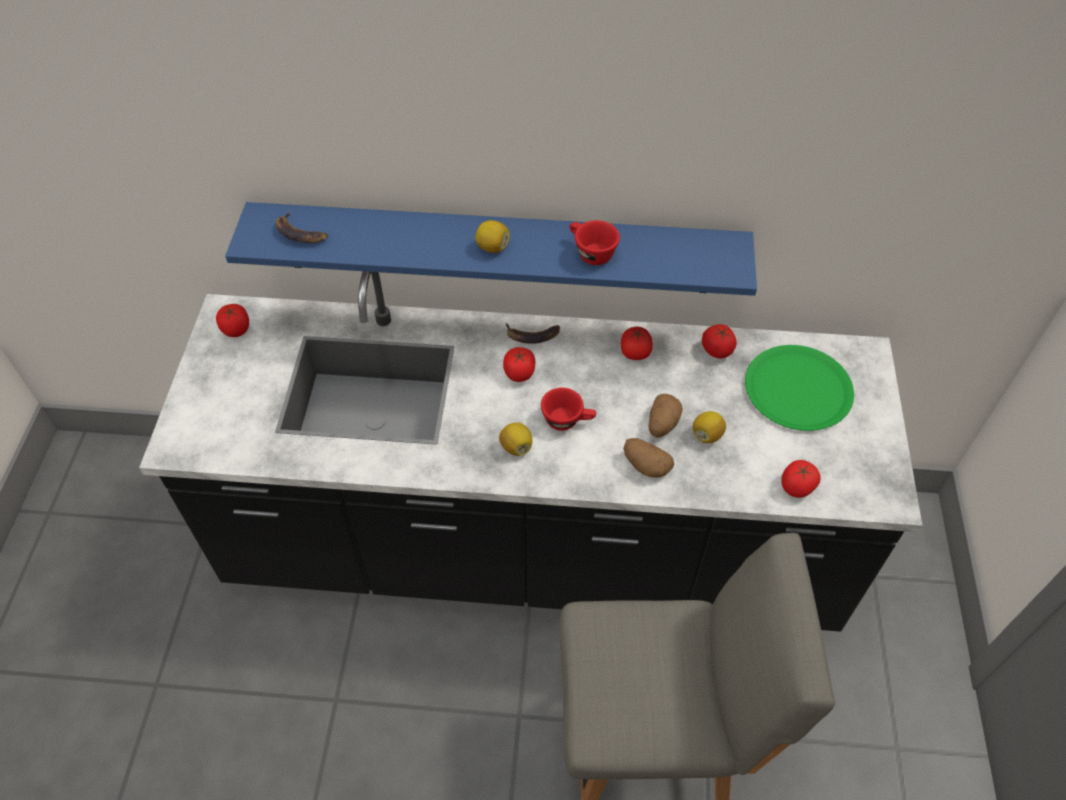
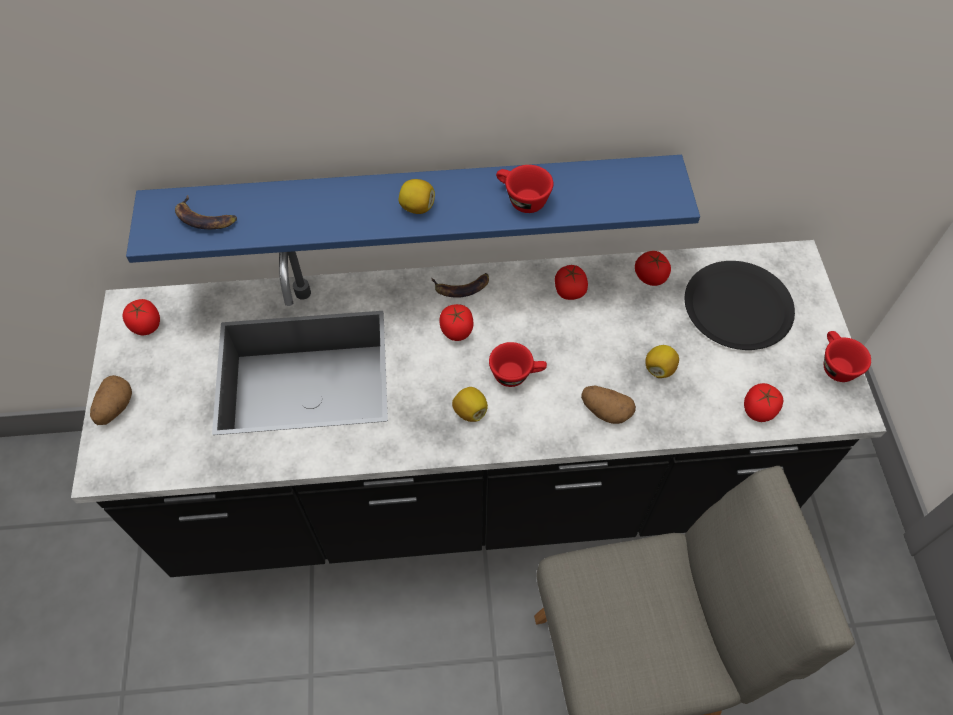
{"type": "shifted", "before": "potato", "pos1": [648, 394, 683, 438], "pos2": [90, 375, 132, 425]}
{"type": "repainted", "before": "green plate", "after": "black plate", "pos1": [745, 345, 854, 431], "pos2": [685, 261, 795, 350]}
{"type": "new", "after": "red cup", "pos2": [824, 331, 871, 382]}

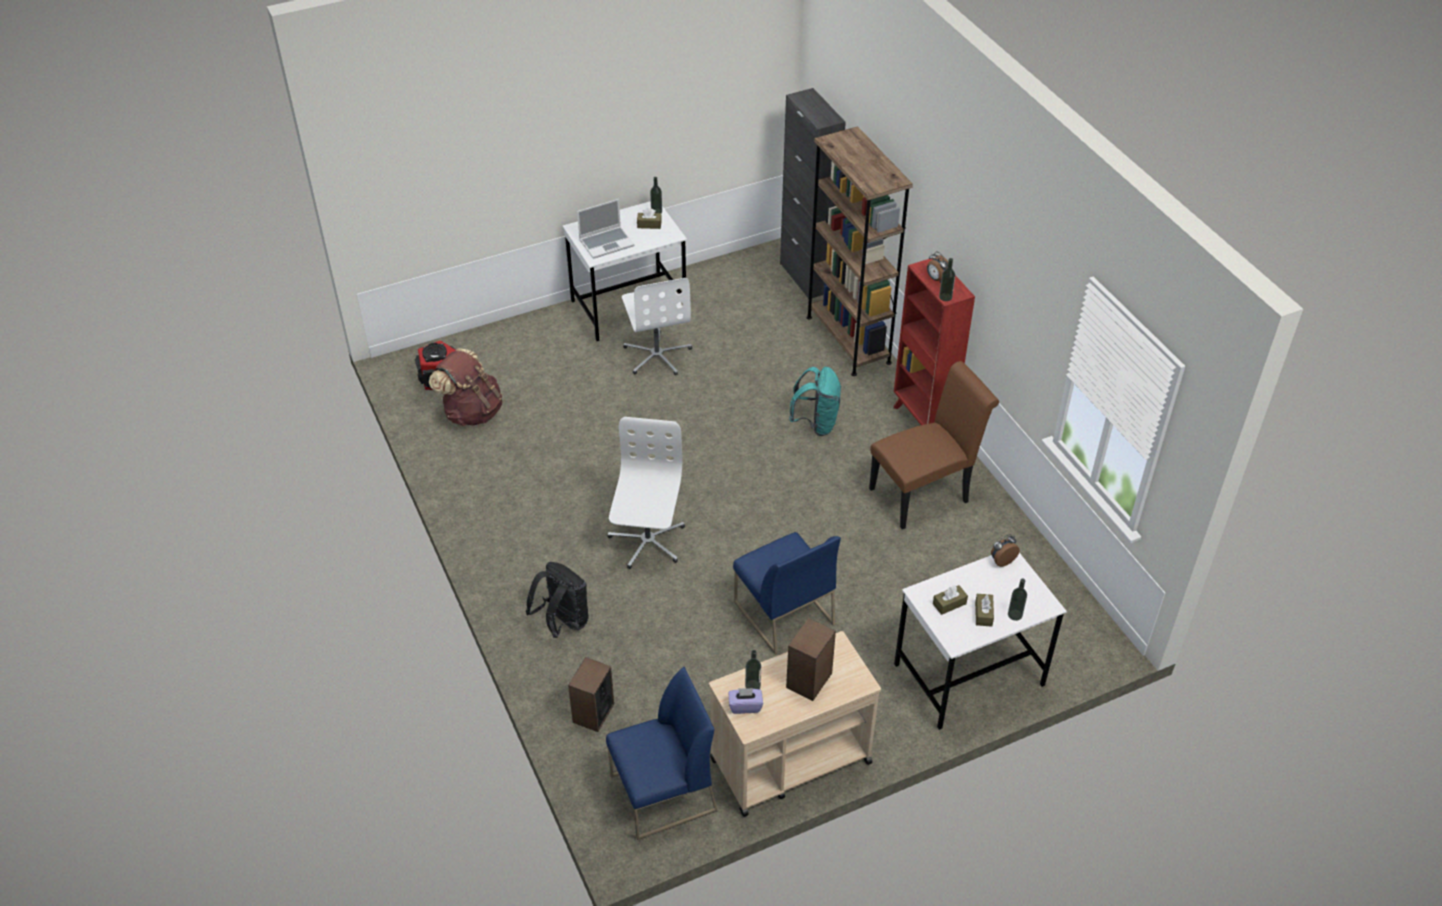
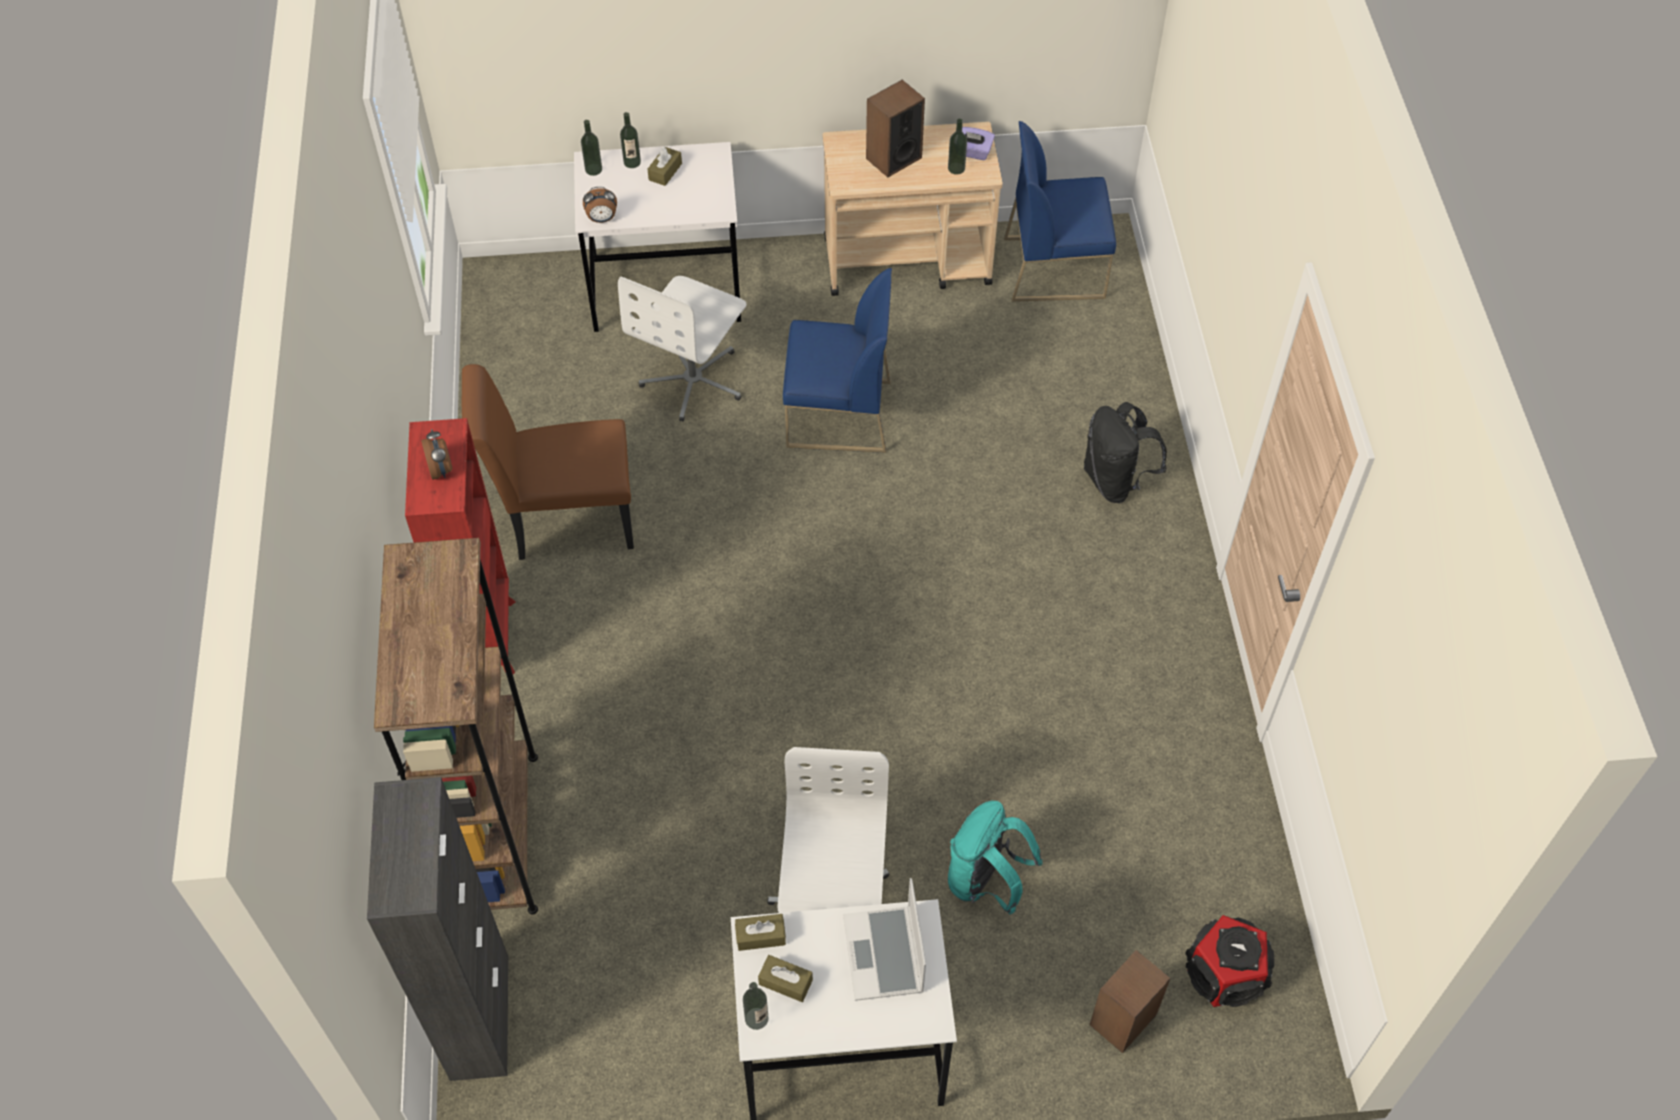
{"type": "shifted", "before": "bottle", "pos1": [939, 258, 955, 301], "pos2": [581, 120, 602, 176]}
{"type": "shifted", "before": "white office chair", "pos1": [608, 417, 685, 569], "pos2": [618, 276, 747, 422]}
{"type": "shifted", "before": "brown tissue box", "pos1": [933, 585, 968, 615], "pos2": [735, 914, 786, 951]}
{"type": "rotated", "before": "blue chair", "pos1": [733, 532, 841, 655], "pos2": [783, 268, 892, 453], "turn": 105}
{"type": "rotated", "before": "laptop", "pos1": [577, 199, 634, 259], "pos2": [843, 878, 926, 1001], "turn": -90}
{"type": "shifted", "before": "turquoise backpack", "pos1": [789, 367, 841, 436], "pos2": [948, 801, 1042, 915]}
{"type": "shifted", "before": "speaker", "pos1": [568, 657, 614, 732], "pos2": [1090, 950, 1171, 1053]}
{"type": "gone", "before": "brown backpack", "pos1": [429, 348, 502, 426]}

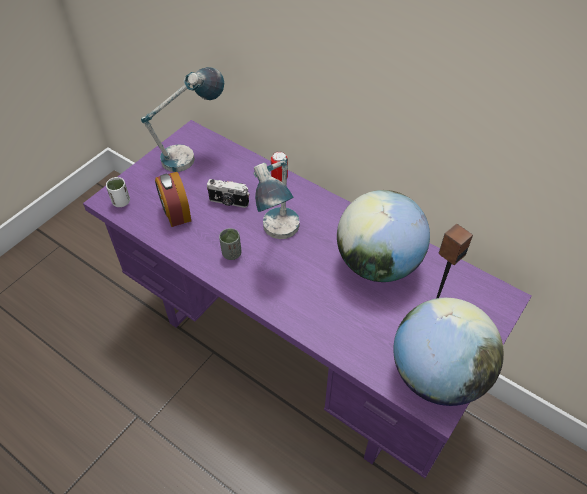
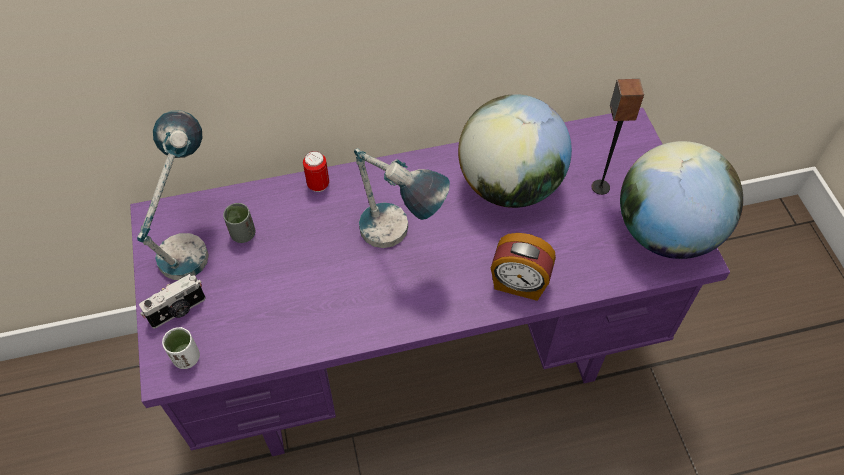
{"type": "shifted", "before": "photo camera", "pos1": [207, 179, 249, 208], "pos2": [139, 274, 206, 328]}
{"type": "shifted", "before": "grey cup", "pos1": [219, 228, 241, 260], "pos2": [223, 203, 255, 243]}
{"type": "shifted", "before": "alarm clock", "pos1": [155, 172, 191, 227], "pos2": [491, 233, 556, 301]}

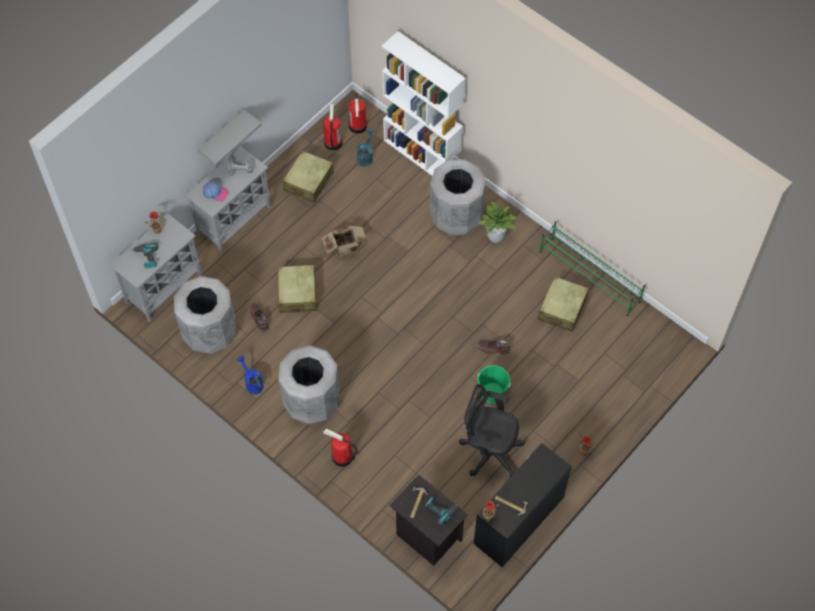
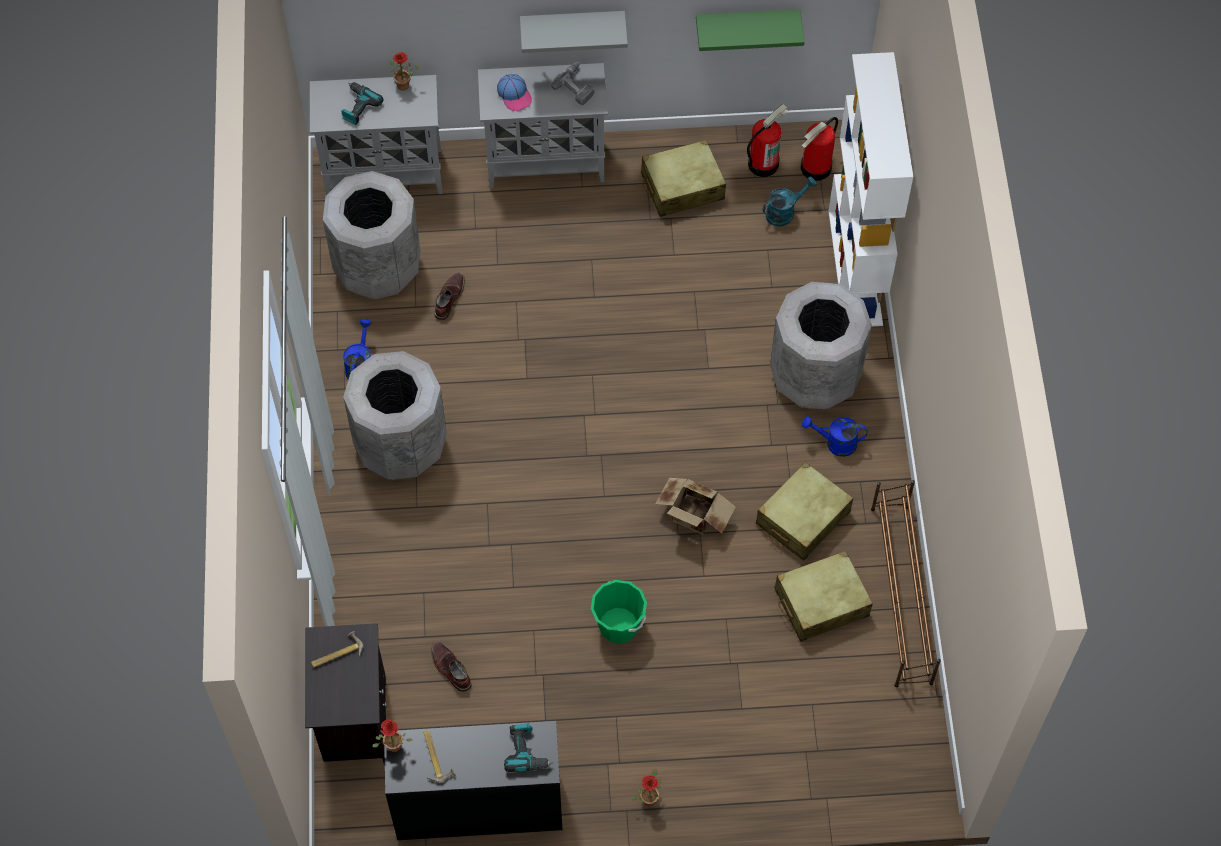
{"type": "shifted", "before": "brown boot", "pos1": [476, 339, 511, 354], "pos2": [431, 641, 471, 692]}
{"type": "shifted", "before": "power drill", "pos1": [425, 497, 458, 526], "pos2": [504, 724, 553, 772]}
{"type": "shifted", "before": "cardboard box", "pos1": [322, 226, 368, 257], "pos2": [655, 478, 736, 534]}
{"type": "new", "after": "green shelf", "pos2": [696, 9, 805, 51]}
{"type": "shifted", "before": "beige suitcase", "pos1": [277, 265, 317, 313], "pos2": [756, 462, 853, 560]}
{"type": "swapped", "before": "potted plant", "after": "blue watering can", "pos1": [479, 202, 516, 243], "pos2": [802, 416, 868, 457]}
{"type": "repainted", "before": "green shoe rack", "after": "brown shoe rack", "pos1": [539, 221, 645, 316], "pos2": [871, 480, 941, 687]}
{"type": "gone", "before": "fire extinguisher", "pos1": [323, 428, 358, 467]}
{"type": "gone", "before": "black office chair", "pos1": [459, 384, 525, 477]}

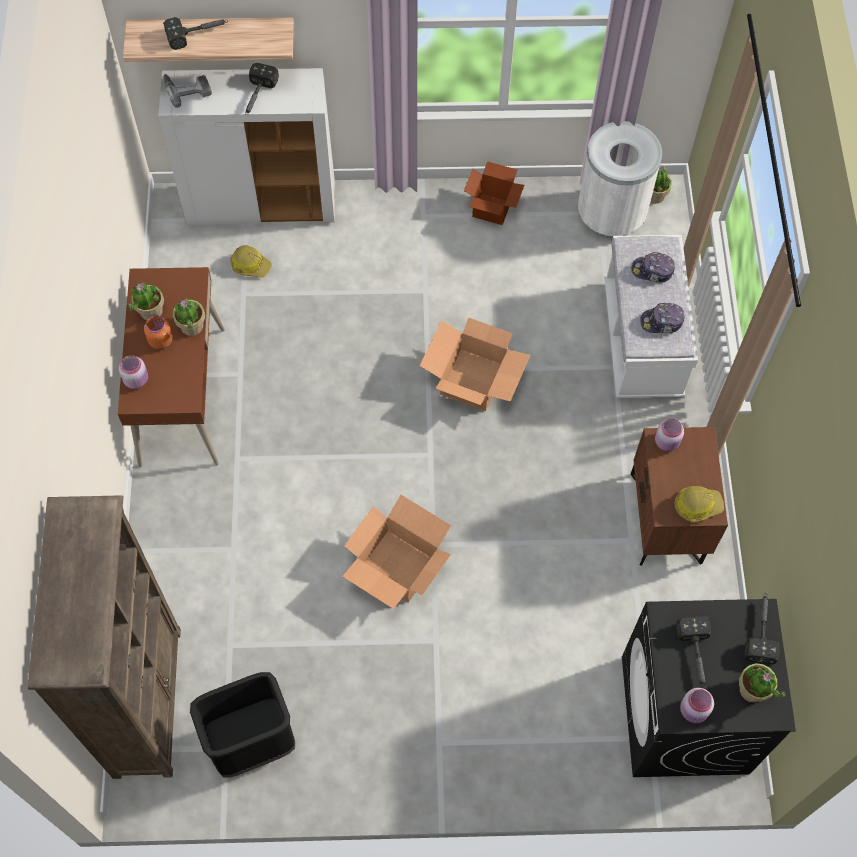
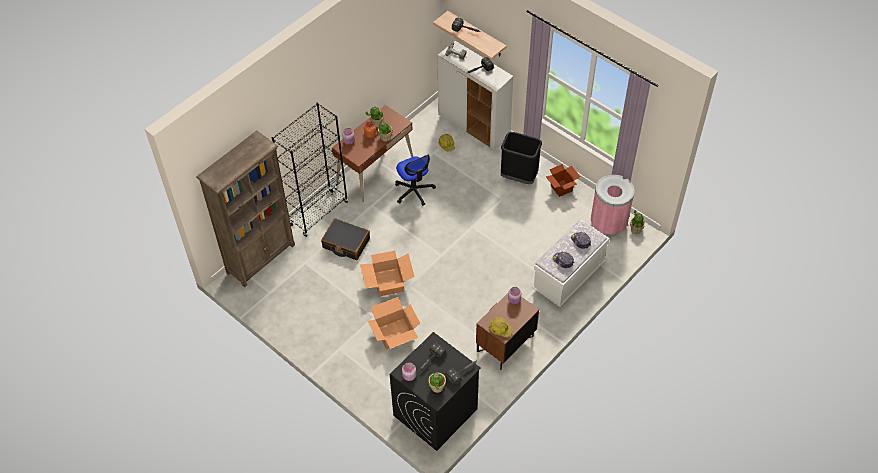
{"type": "new", "after": "black bookcase", "pos2": [272, 103, 348, 237]}
{"type": "new", "after": "black suitcase", "pos2": [321, 218, 370, 260]}
{"type": "shifted", "before": "cardboard box", "pos1": [420, 317, 531, 411], "pos2": [368, 297, 421, 349]}
{"type": "new", "after": "office chair", "pos2": [395, 154, 436, 206]}
{"type": "shifted", "before": "black trash can", "pos1": [190, 672, 295, 778], "pos2": [501, 132, 542, 184]}
{"type": "repainted", "before": "white trash can", "after": "pink trash can", "pos1": [578, 121, 662, 238], "pos2": [591, 174, 635, 236]}

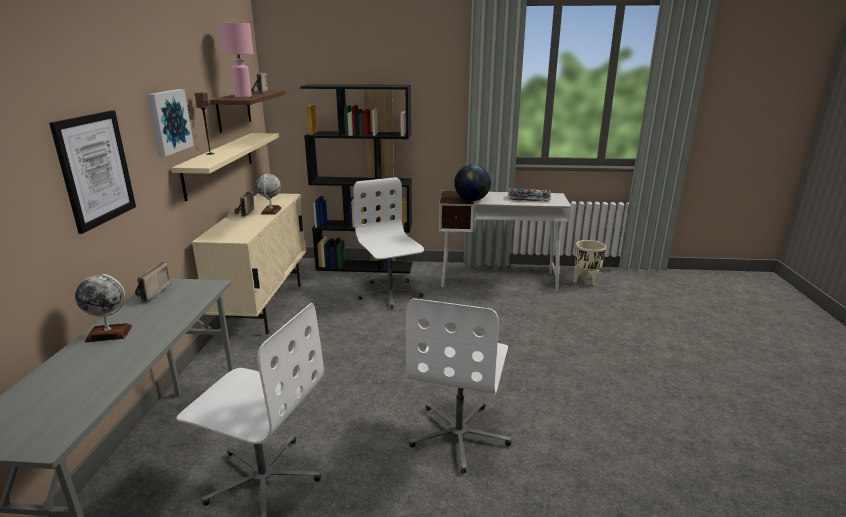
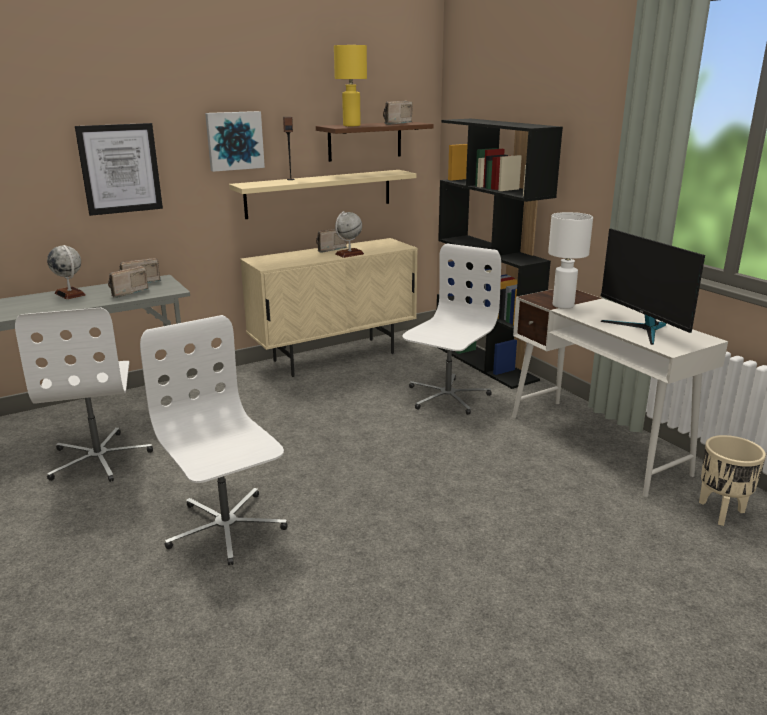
{"type": "new", "after": "radio", "pos2": [108, 266, 149, 298]}
{"type": "rotated", "before": "white office chair", "pos1": [406, 298, 511, 473], "pos2": [140, 315, 288, 565], "turn": 75}
{"type": "repainted", "before": "pink table lamp", "after": "yellow table lamp", "pos1": [218, 23, 254, 98], "pos2": [334, 45, 367, 126]}
{"type": "swapped", "before": "globe", "after": "white table lamp", "pos1": [454, 164, 491, 201], "pos2": [548, 212, 593, 309]}
{"type": "swapped", "before": "keyboard", "after": "monitor", "pos1": [508, 188, 551, 203], "pos2": [601, 228, 705, 345]}

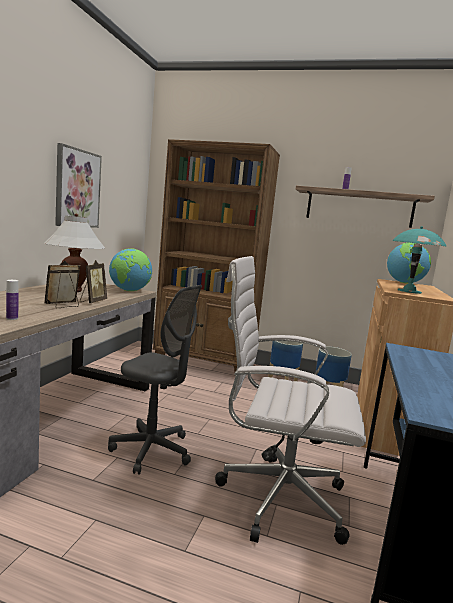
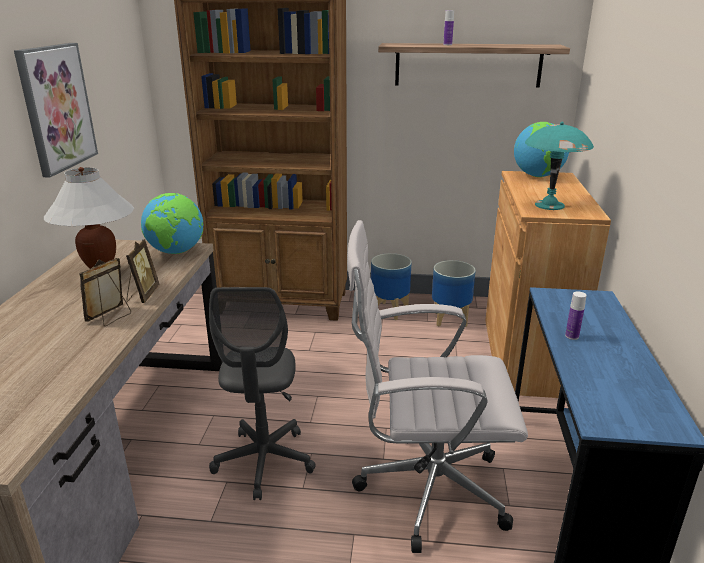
{"type": "rotated", "before": "grey office chair", "pos1": [108, 285, 202, 475], "pos2": [209, 287, 316, 500], "turn": 75}
{"type": "shifted", "before": "bottle", "pos1": [6, 280, 19, 320], "pos2": [565, 291, 587, 340]}

